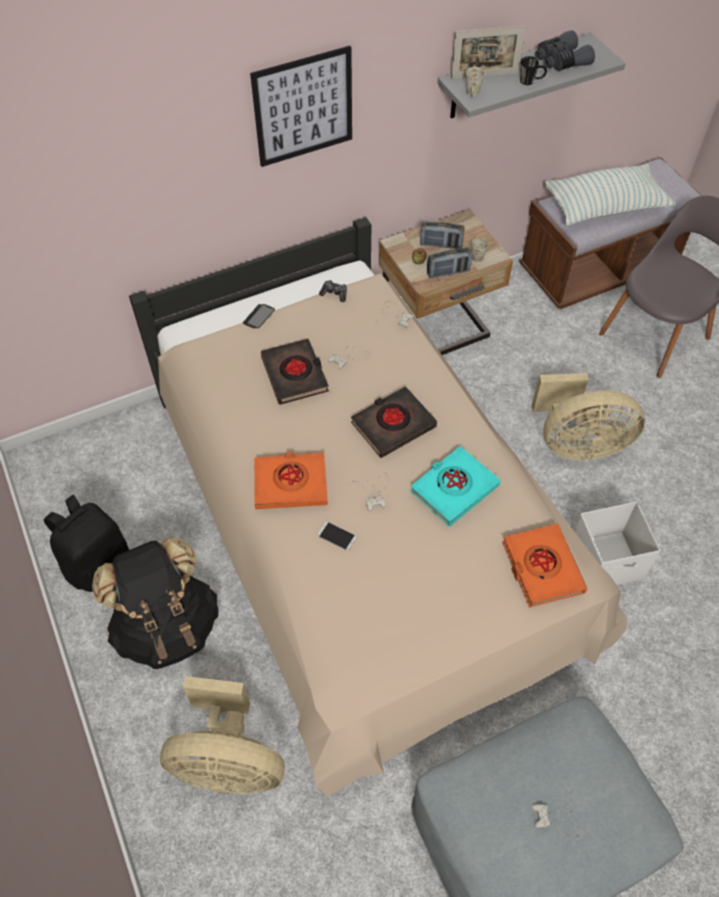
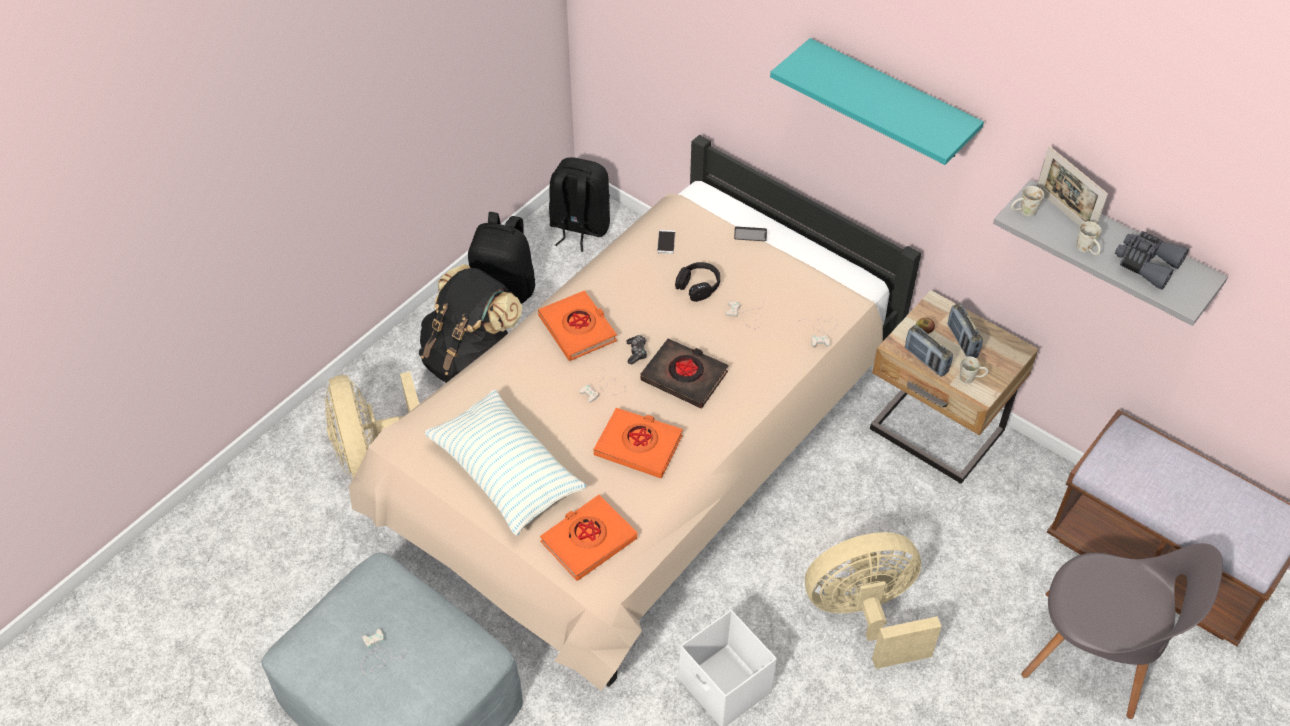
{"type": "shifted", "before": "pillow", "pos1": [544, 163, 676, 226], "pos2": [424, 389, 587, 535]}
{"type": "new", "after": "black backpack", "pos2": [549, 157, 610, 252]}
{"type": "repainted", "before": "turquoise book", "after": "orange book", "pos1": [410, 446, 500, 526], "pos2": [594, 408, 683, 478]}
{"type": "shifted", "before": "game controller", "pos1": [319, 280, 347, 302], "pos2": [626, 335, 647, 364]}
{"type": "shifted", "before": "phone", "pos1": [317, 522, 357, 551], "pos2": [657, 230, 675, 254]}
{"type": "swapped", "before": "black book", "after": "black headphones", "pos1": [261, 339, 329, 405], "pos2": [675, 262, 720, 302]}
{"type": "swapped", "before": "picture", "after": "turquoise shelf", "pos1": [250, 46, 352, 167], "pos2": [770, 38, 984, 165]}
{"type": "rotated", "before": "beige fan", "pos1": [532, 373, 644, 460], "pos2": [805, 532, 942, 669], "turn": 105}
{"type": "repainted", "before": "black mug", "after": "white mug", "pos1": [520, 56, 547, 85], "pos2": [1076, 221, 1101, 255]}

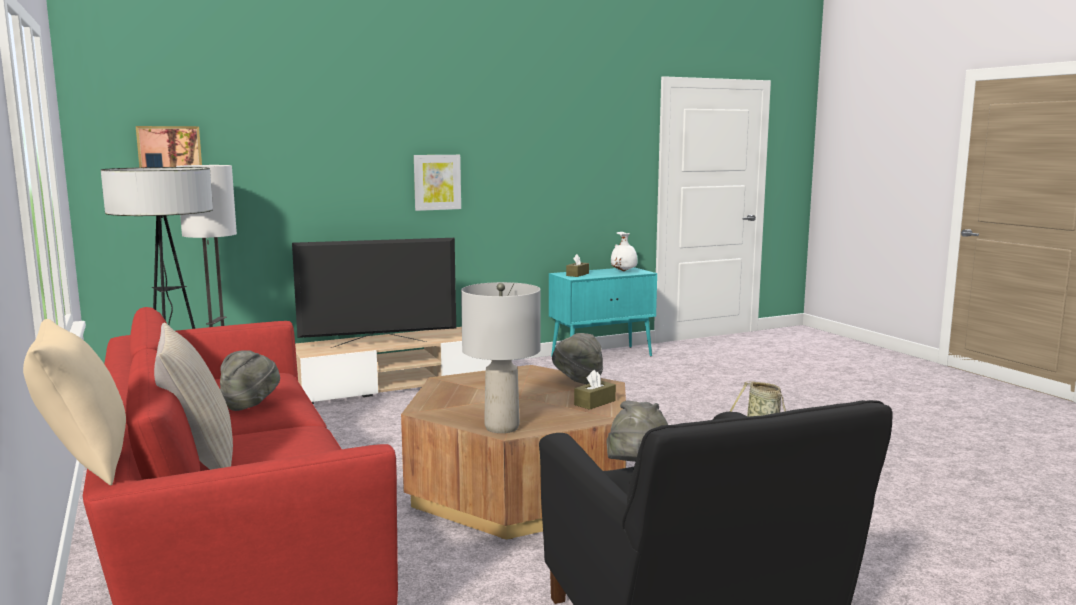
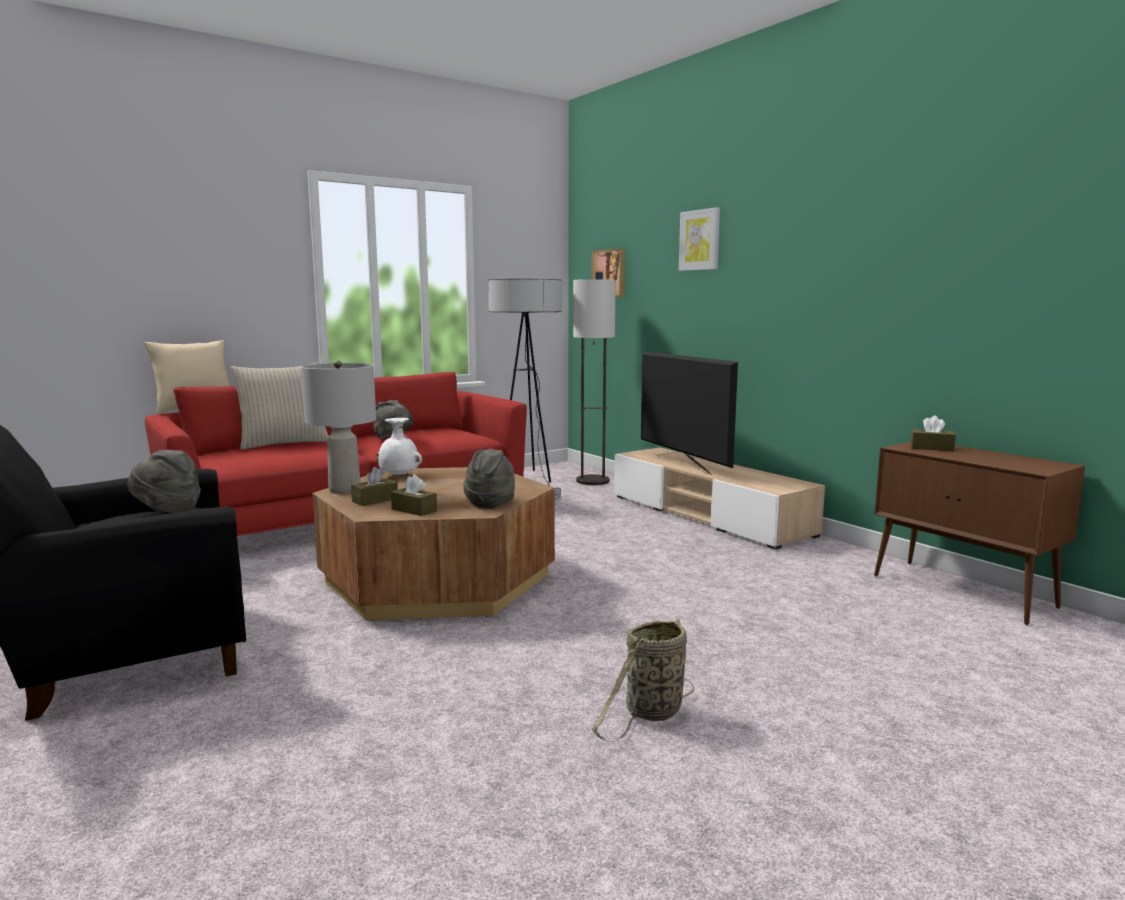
{"type": "new", "after": "brown tissue box", "pos2": [351, 467, 398, 506]}
{"type": "shifted", "before": "white vase", "pos1": [611, 232, 638, 271], "pos2": [376, 418, 422, 476]}
{"type": "shifted", "before": "picture", "pos1": [414, 155, 461, 211], "pos2": [679, 207, 720, 271]}
{"type": "repainted", "before": "turquoise cabinet", "after": "brown cabinet", "pos1": [549, 267, 657, 357], "pos2": [874, 442, 1085, 625]}

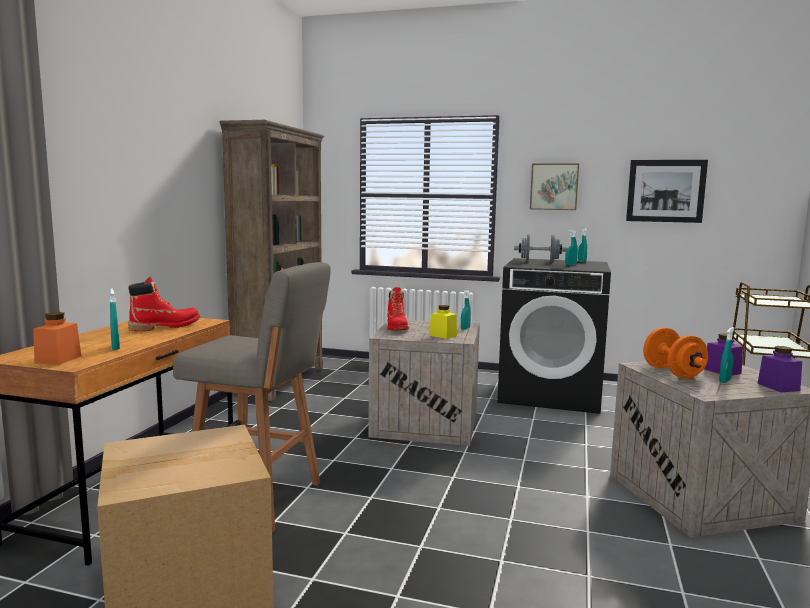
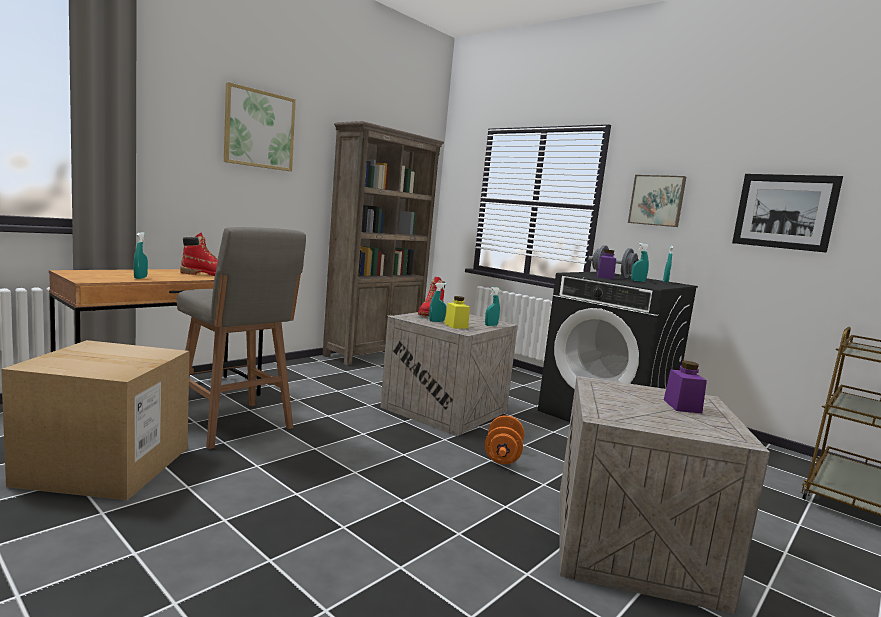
{"type": "new", "after": "picture", "pos2": [224, 82, 296, 171]}
{"type": "shifted", "before": "turquoise spray bottle", "pos1": [719, 327, 734, 383], "pos2": [429, 283, 447, 322]}
{"type": "shifted", "before": "orange dumbbell", "pos1": [643, 327, 708, 379], "pos2": [485, 415, 524, 464]}
{"type": "shifted", "before": "purple jar", "pos1": [757, 346, 802, 392], "pos2": [597, 249, 616, 279]}
{"type": "gone", "before": "orange jar", "pos1": [33, 312, 81, 365]}

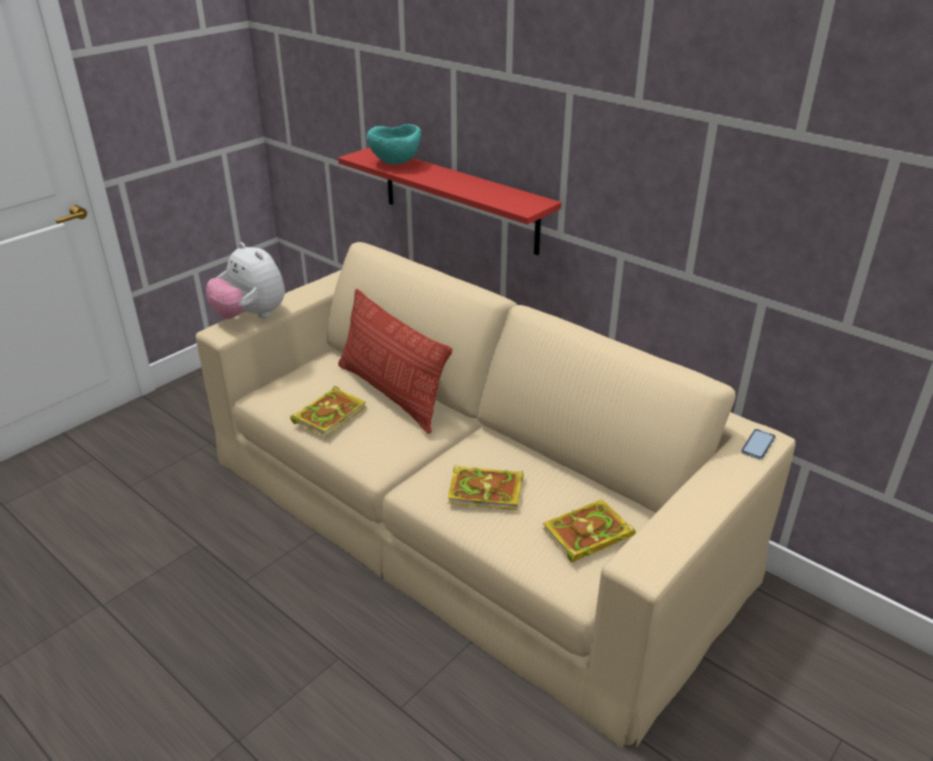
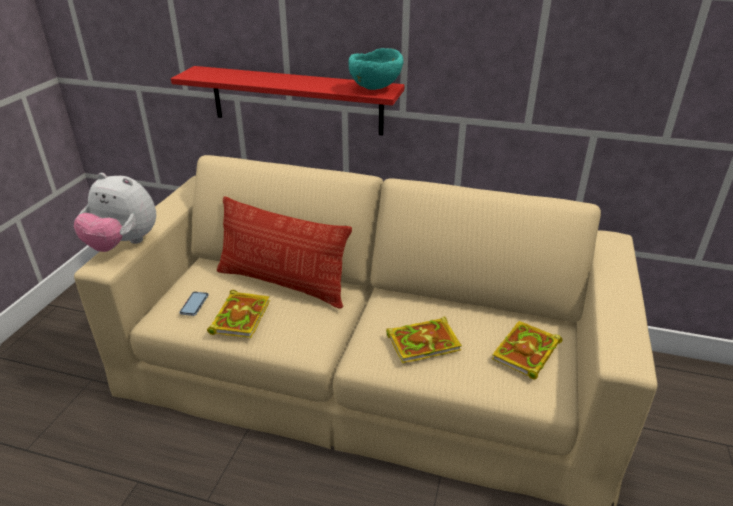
{"type": "shifted", "before": "phone", "pos1": [741, 429, 776, 460], "pos2": [179, 292, 209, 316]}
{"type": "shifted", "before": "turquoise bowl", "pos1": [367, 124, 421, 164], "pos2": [348, 48, 403, 90]}

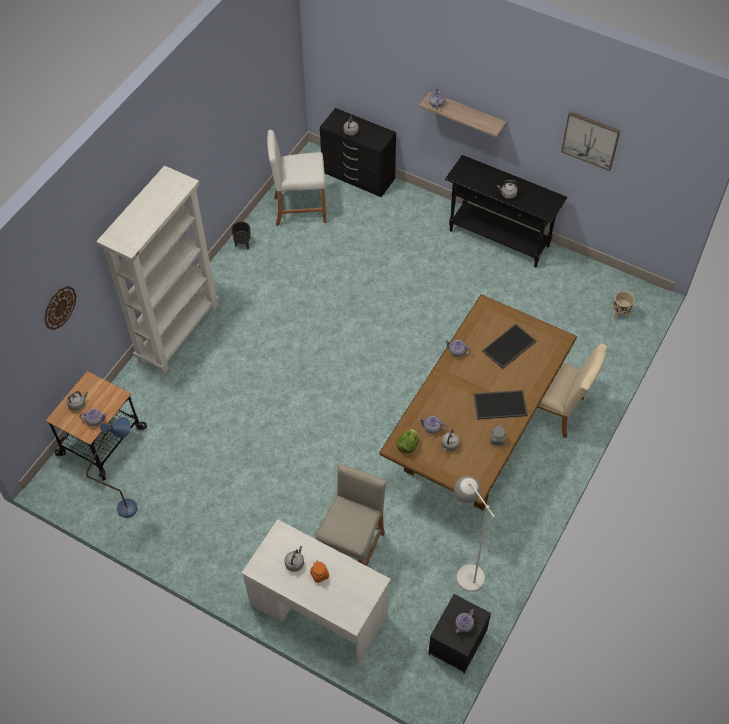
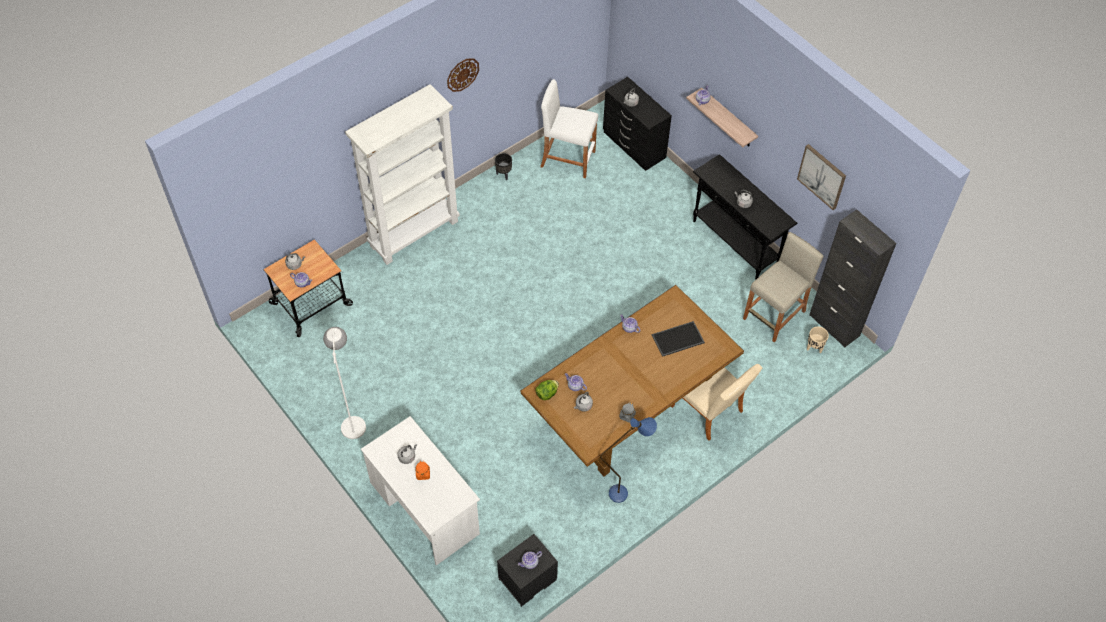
{"type": "shifted", "before": "white floor lamp", "pos1": [454, 476, 495, 592], "pos2": [323, 327, 366, 439]}
{"type": "shifted", "before": "wall clock", "pos1": [44, 286, 76, 330], "pos2": [447, 58, 479, 92]}
{"type": "shifted", "before": "blue floor lamp", "pos1": [86, 417, 138, 518], "pos2": [600, 417, 657, 503]}
{"type": "shifted", "before": "beige stool", "pos1": [315, 464, 386, 566], "pos2": [743, 232, 823, 342]}
{"type": "new", "after": "black cabinet", "pos2": [809, 209, 896, 348]}
{"type": "gone", "before": "tray", "pos1": [473, 390, 528, 420]}

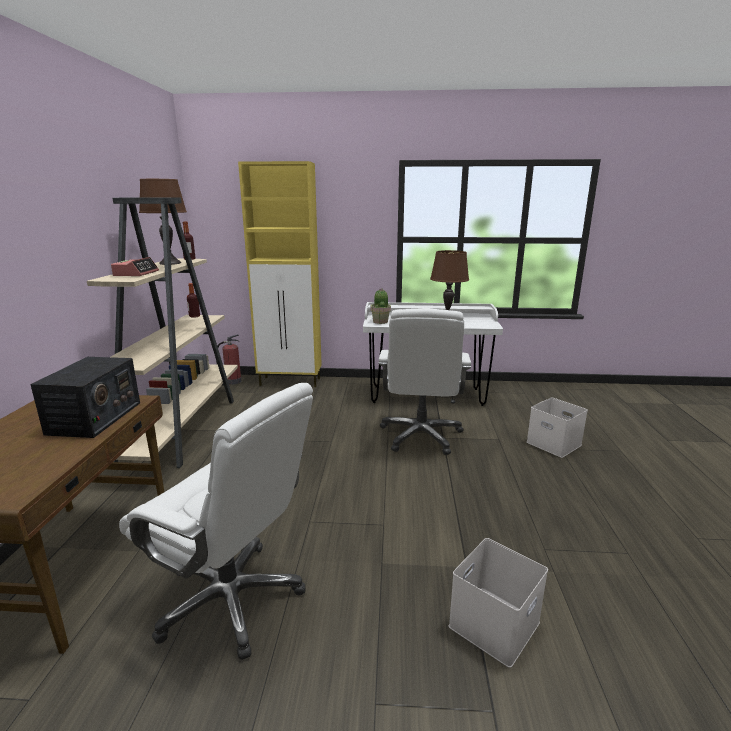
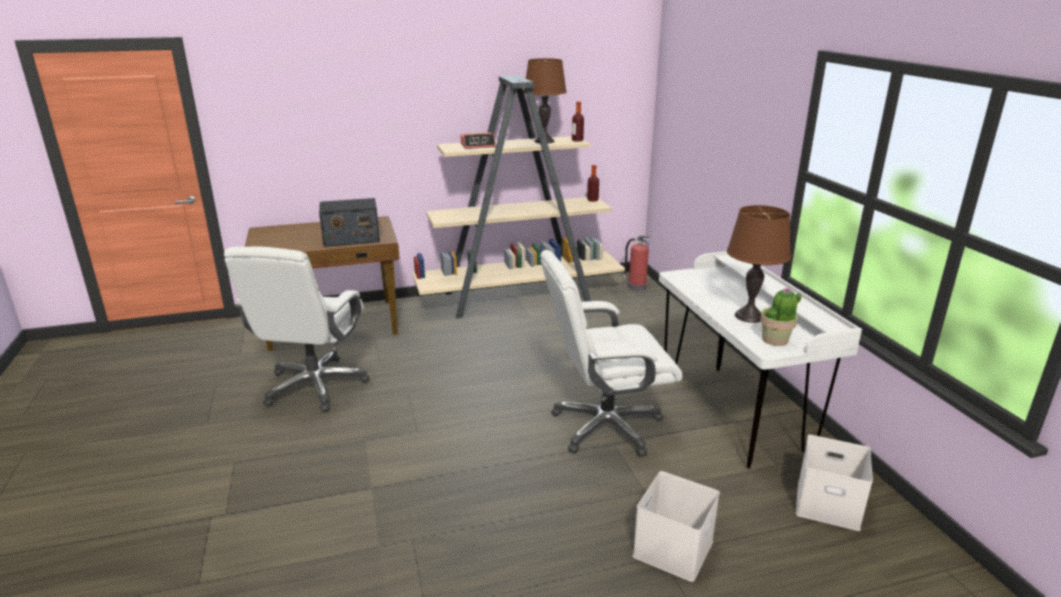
{"type": "shifted", "before": "potted plant", "pos1": [370, 289, 391, 324], "pos2": [760, 287, 801, 346]}
{"type": "shifted", "before": "white storage box", "pos1": [449, 538, 548, 668], "pos2": [796, 435, 873, 531]}
{"type": "gone", "before": "yellow cabinet", "pos1": [238, 161, 322, 387]}

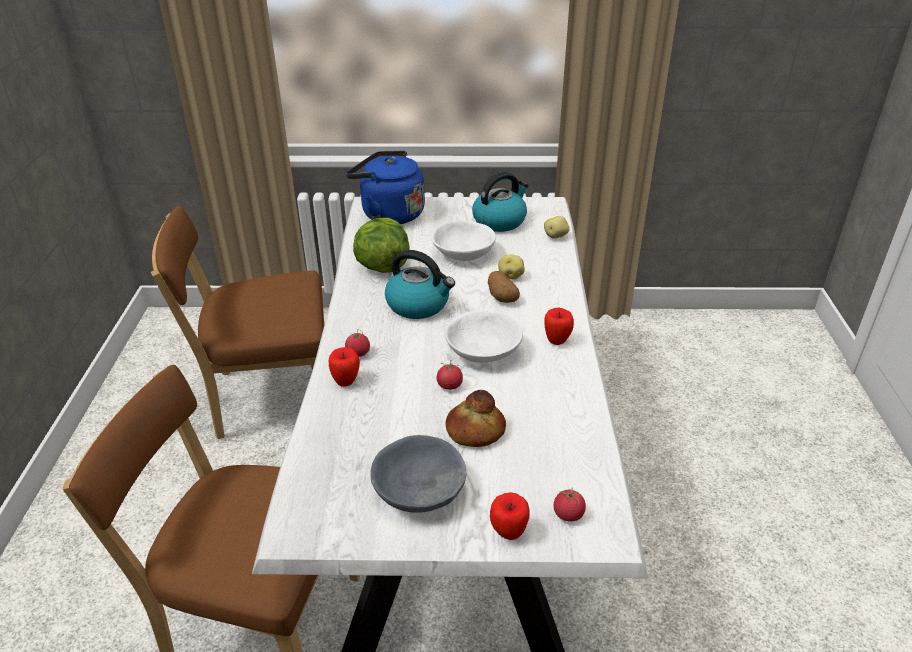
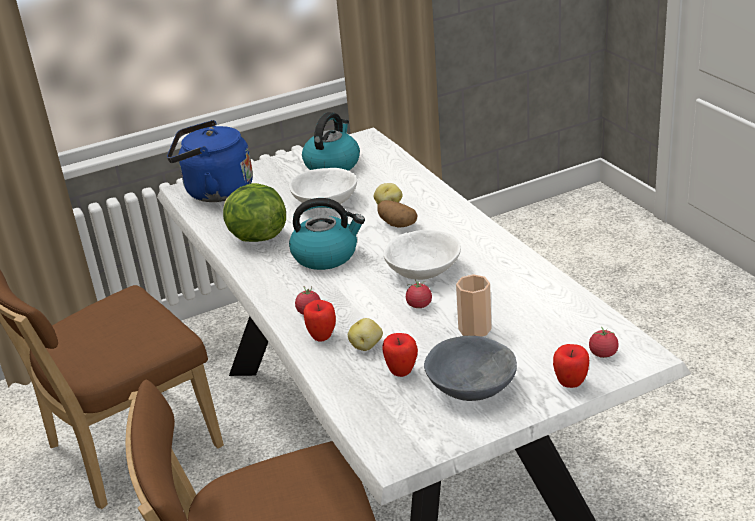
{"type": "shifted", "before": "potato", "pos1": [544, 216, 570, 239], "pos2": [348, 318, 383, 351]}
{"type": "shifted", "before": "apple", "pos1": [545, 308, 574, 345], "pos2": [382, 333, 418, 377]}
{"type": "swapped", "before": "bread", "after": "cup", "pos1": [446, 390, 506, 447], "pos2": [456, 274, 492, 337]}

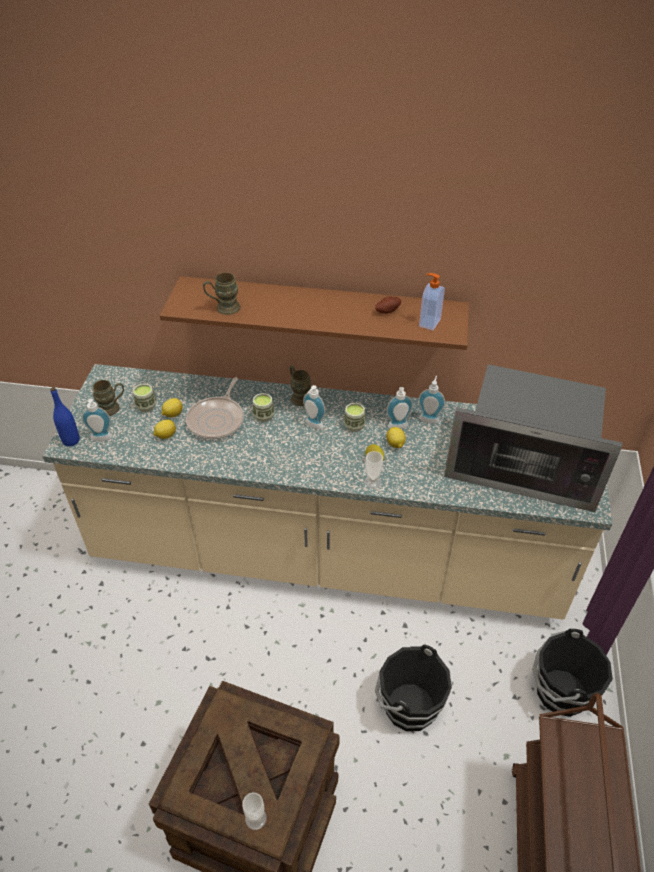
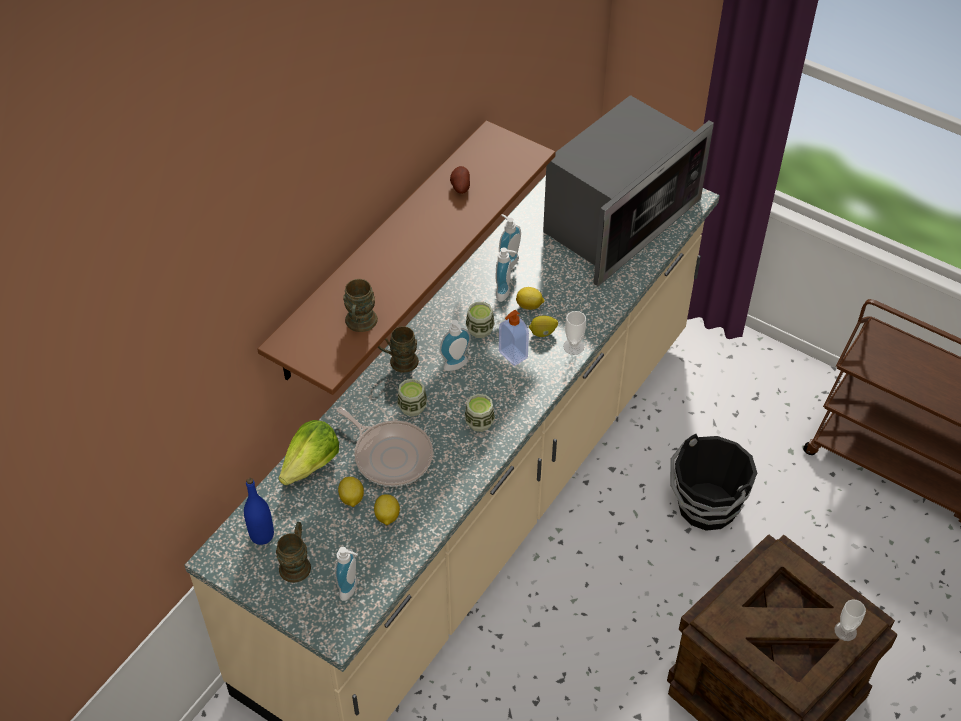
{"type": "shifted", "before": "blue bottle", "pos1": [50, 387, 80, 446], "pos2": [244, 478, 274, 545]}
{"type": "new", "after": "lettuce", "pos2": [279, 420, 339, 485]}
{"type": "shifted", "before": "cup", "pos1": [133, 384, 156, 412], "pos2": [465, 394, 495, 432]}
{"type": "shifted", "before": "soap dispenser", "pos1": [419, 273, 445, 331], "pos2": [499, 310, 529, 366]}
{"type": "gone", "before": "black bucket", "pos1": [532, 629, 613, 717]}

